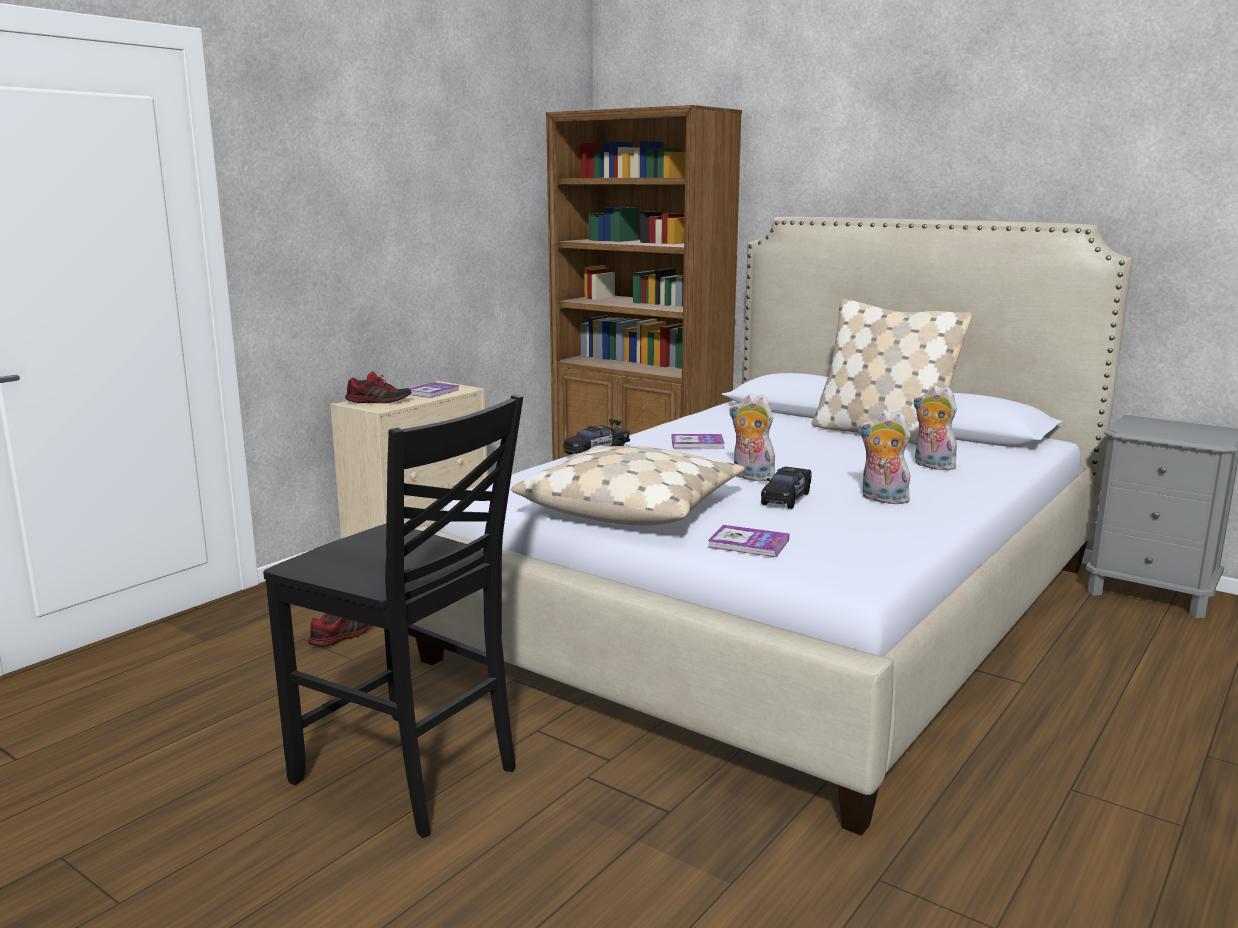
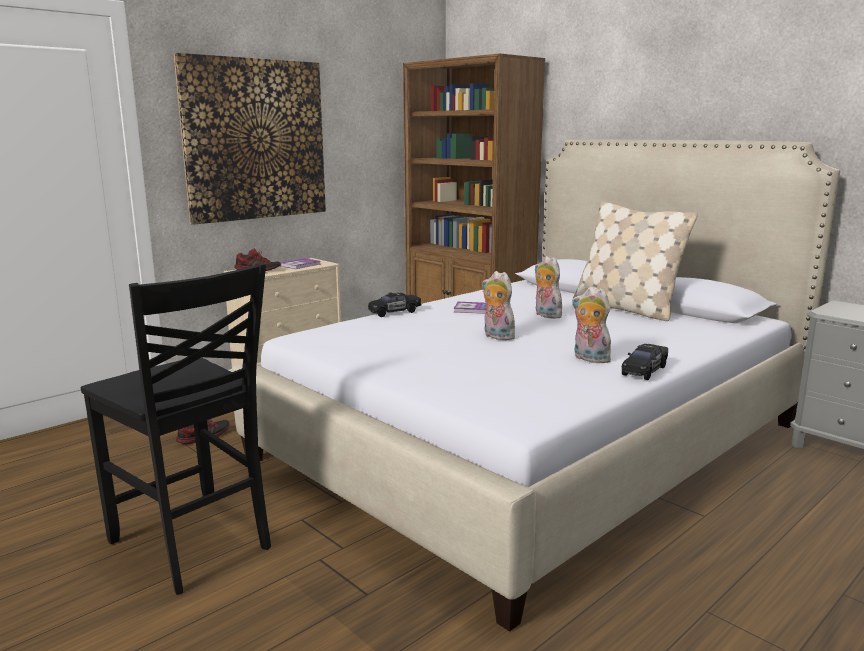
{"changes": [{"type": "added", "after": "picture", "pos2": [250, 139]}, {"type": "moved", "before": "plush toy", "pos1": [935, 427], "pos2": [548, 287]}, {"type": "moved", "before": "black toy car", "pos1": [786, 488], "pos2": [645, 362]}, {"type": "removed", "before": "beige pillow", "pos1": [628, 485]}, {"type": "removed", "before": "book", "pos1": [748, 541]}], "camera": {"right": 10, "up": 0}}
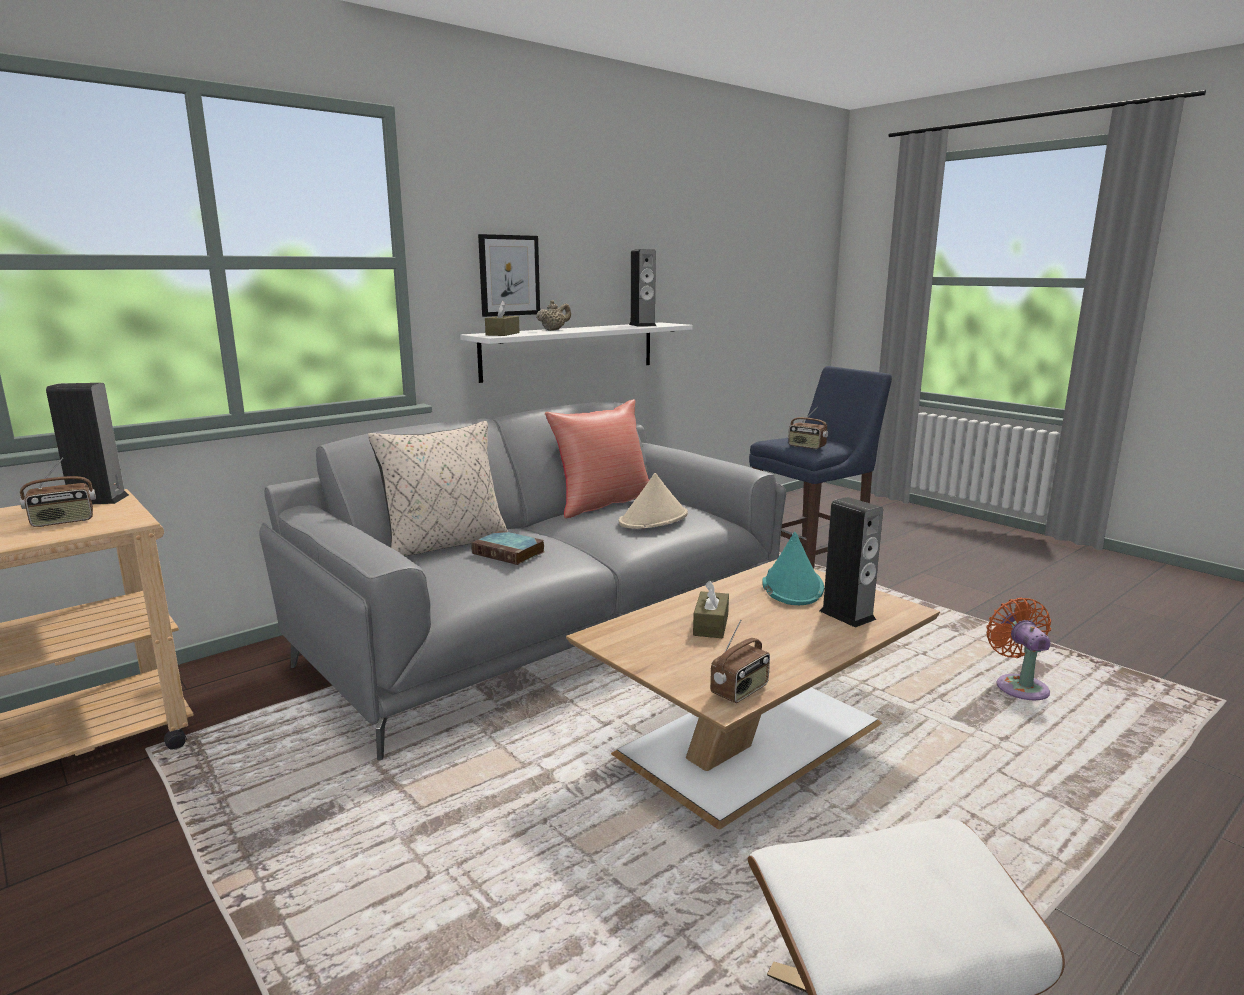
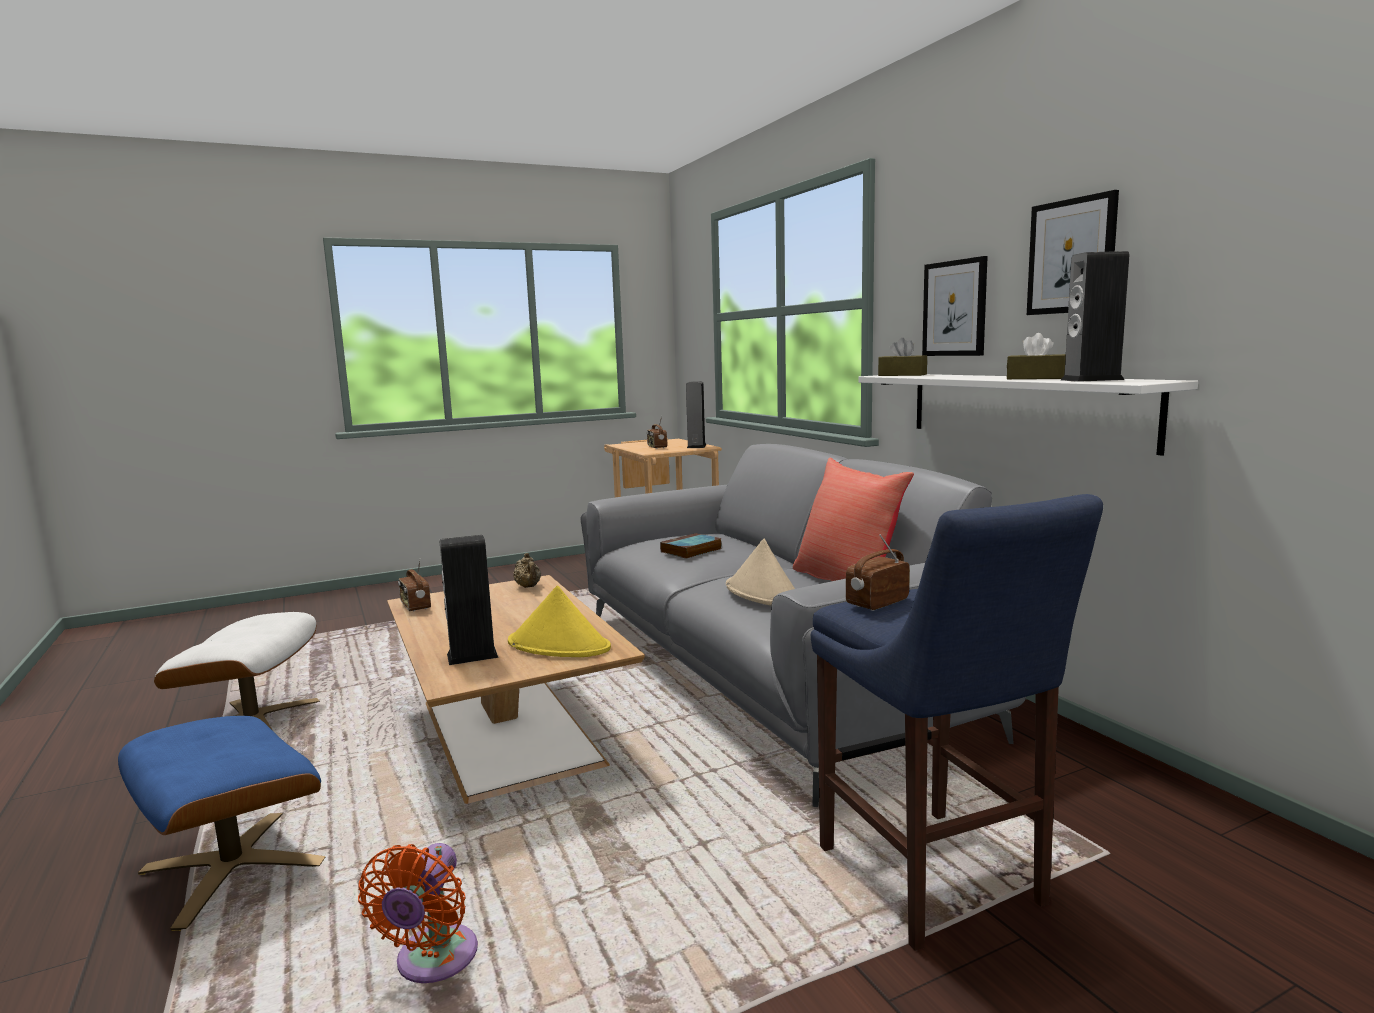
{"changes": [{"type": "added", "after": "blue ottoman", "pos2": [222, 823]}, {"type": "turned", "before": "orange fan", "pos1": [1018, 648], "pos2": [418, 913], "turn": 90}, {"type": "recoloured", "before": "turquoise hat", "after": "yellow hat", "pos1": [793, 568], "pos2": [559, 621]}, {"type": "moved", "before": "beige teapot", "pos1": [553, 315], "pos2": [527, 570]}, {"type": "moved", "before": "brown tissue box", "pos1": [711, 610], "pos2": [1036, 356]}, {"type": "added", "after": "picture", "pos2": [1073, 252]}, {"type": "removed", "before": "beige pillow", "pos1": [438, 488]}], "camera": {"right": 105, "up": -5}}
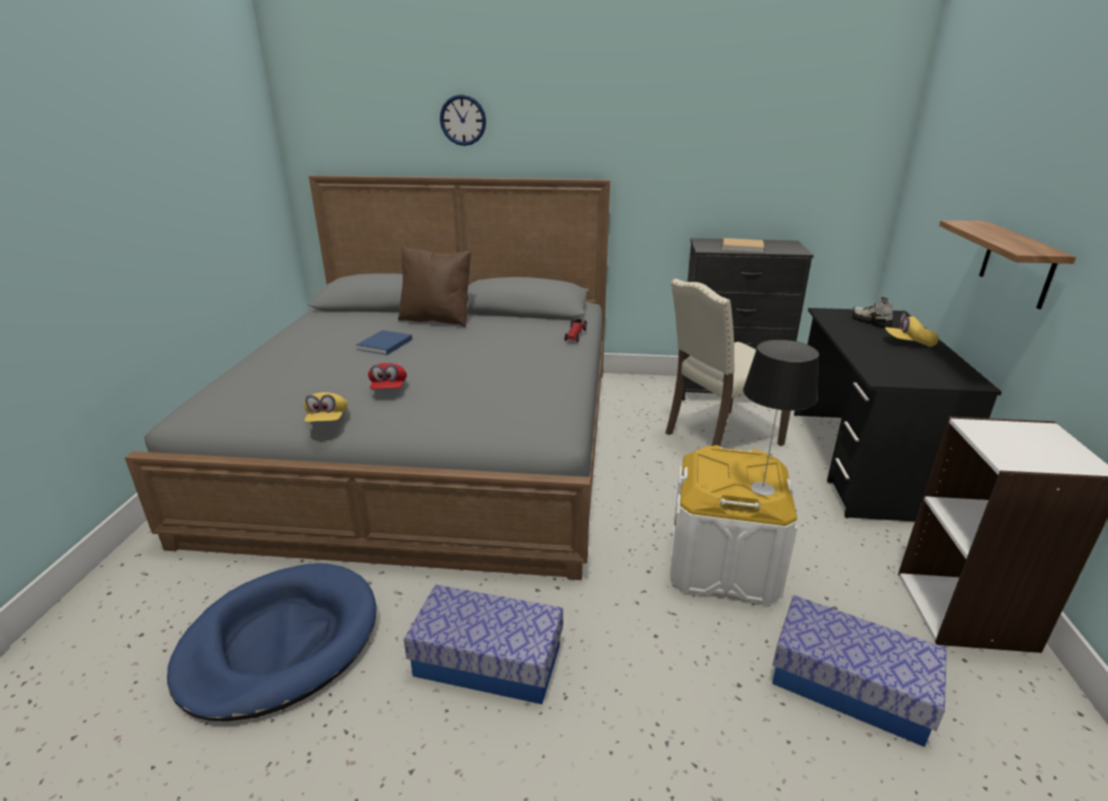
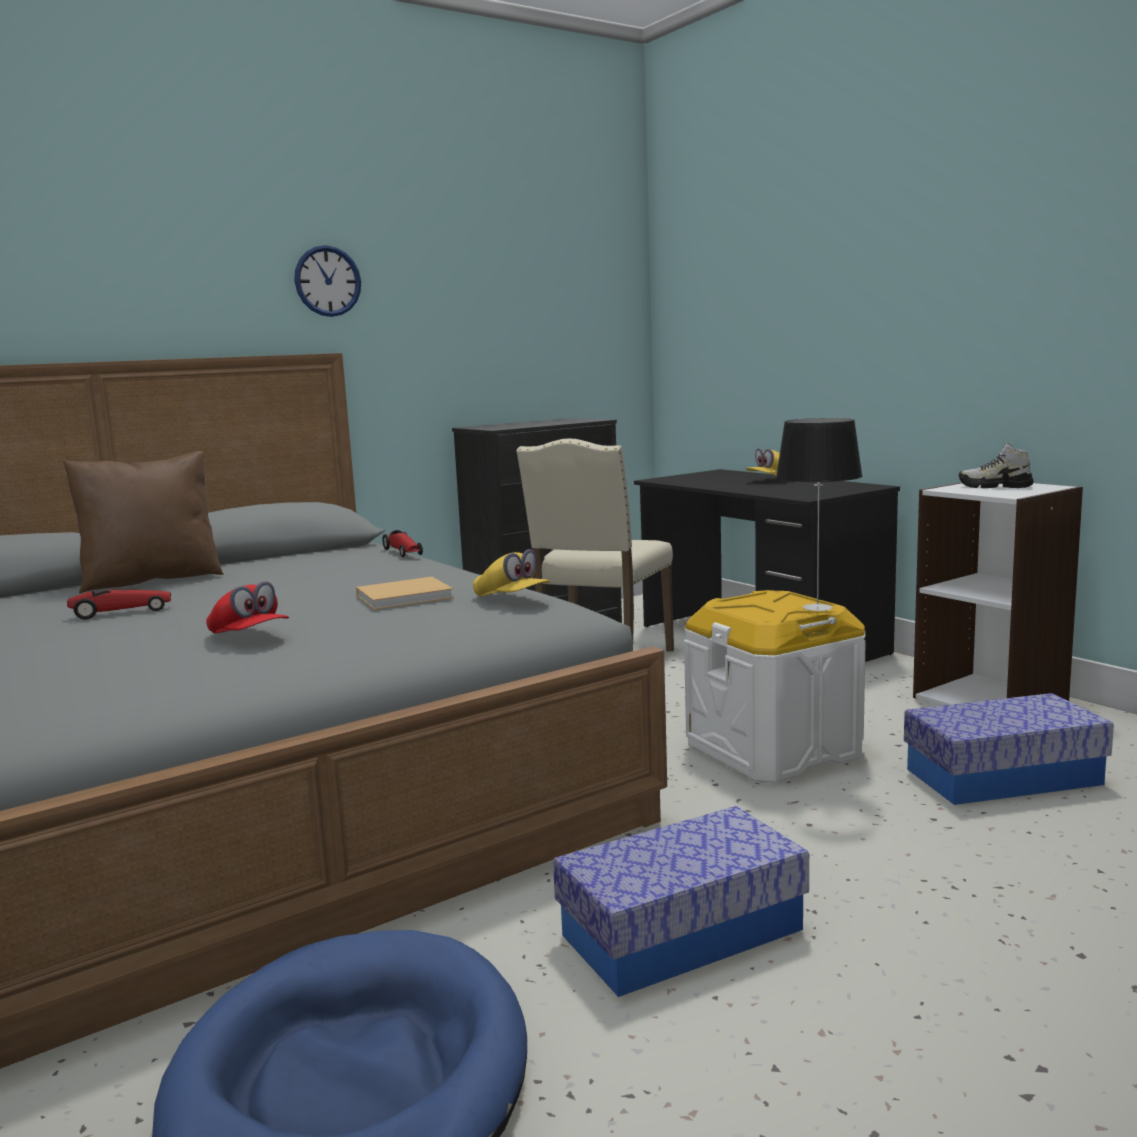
{"changes": [{"type": "replaced", "before": "blue book", "after": "toy car", "pos1": [384, 342], "pos2": [119, 605]}, {"type": "moved", "before": "wall clock", "pos1": [463, 120], "pos2": [327, 281]}, {"type": "moved", "before": "beige book", "pos1": [743, 245], "pos2": [405, 593]}, {"type": "moved", "before": "yellow cap", "pos1": [326, 407], "pos2": [512, 573]}, {"type": "moved", "before": "shoe", "pos1": [872, 312], "pos2": [996, 465]}, {"type": "removed", "before": "shelf", "pos1": [1007, 264]}], "camera": {"right": -40, "up": -15}}
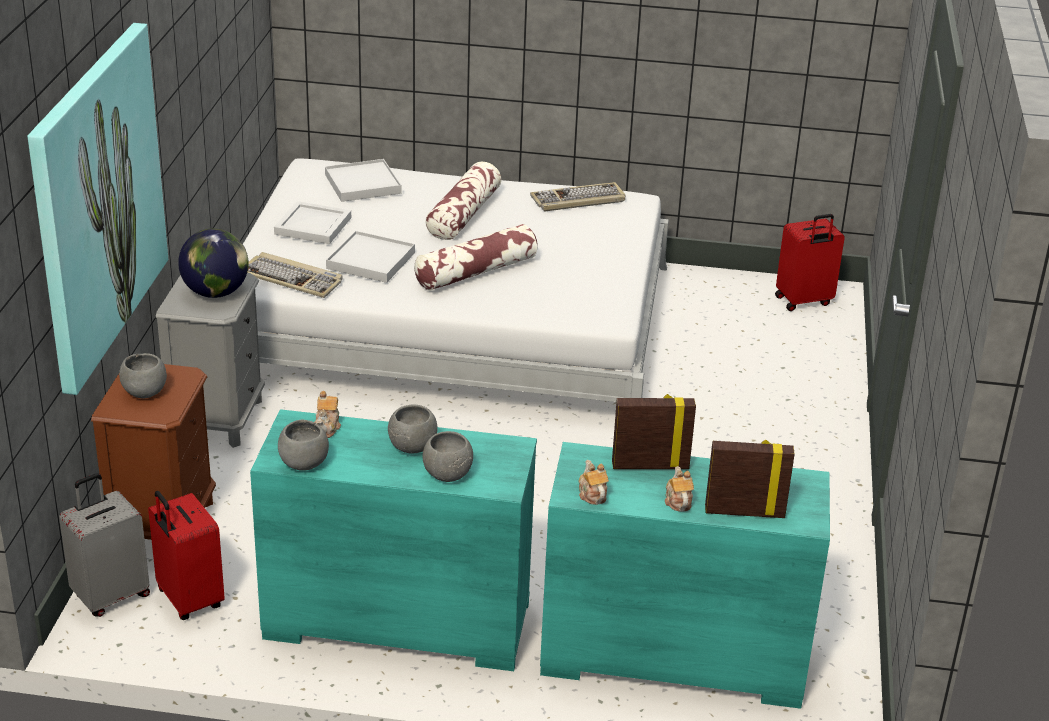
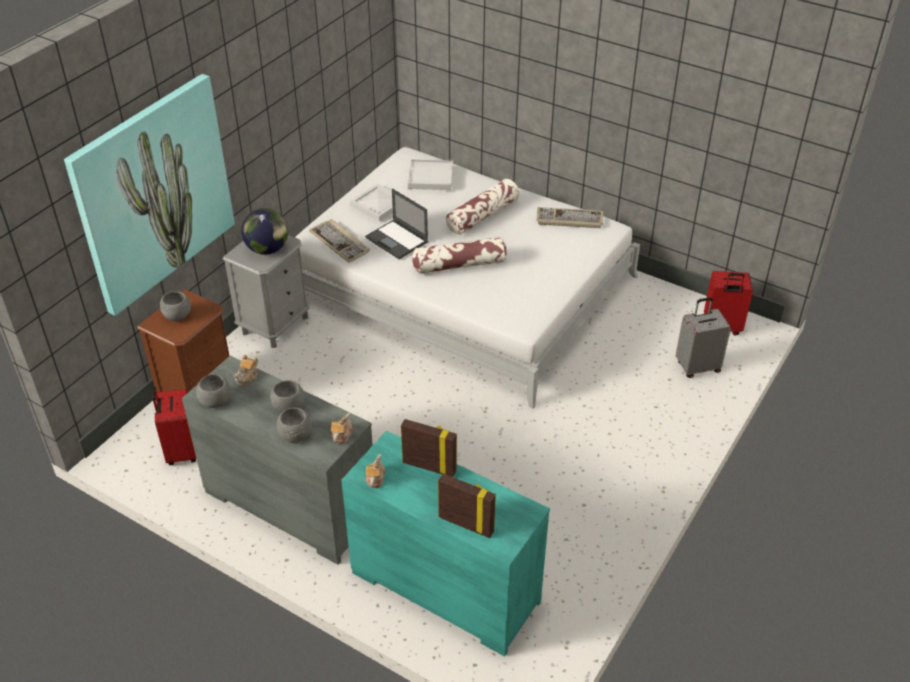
{"changes": [{"type": "recoloured", "before": "turquoise dresser", "after": "grey dresser", "pos1": [393, 540], "pos2": [277, 460]}, {"type": "moved", "before": "teapot", "pos1": [679, 489], "pos2": [342, 428]}, {"type": "replaced", "before": "white tray", "after": "laptop", "pos1": [370, 257], "pos2": [396, 224]}, {"type": "moved", "before": "grey suitcase", "pos1": [104, 545], "pos2": [703, 337]}], "camera": {"right": 25, "up": 10}}
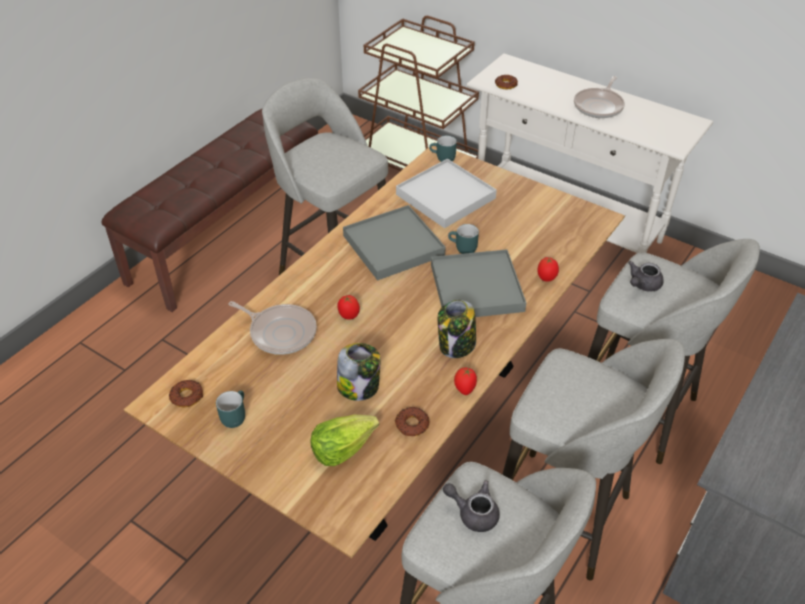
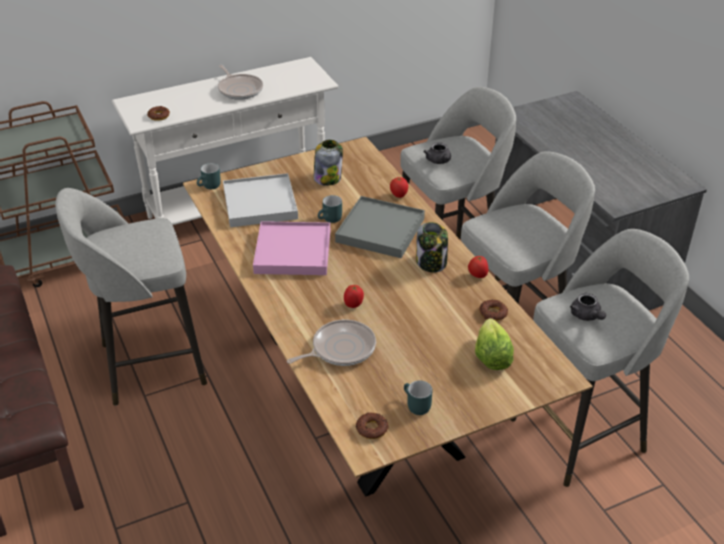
{"changes": [{"type": "recoloured", "before": "grey tray", "after": "pink tray", "pos1": [394, 243], "pos2": [291, 248]}, {"type": "moved", "before": "jar", "pos1": [358, 372], "pos2": [328, 163]}, {"type": "turned", "before": "grey teapot", "pos1": [471, 506], "pos2": [588, 307], "turn": -75}], "camera": {"right": -60, "up": -5}}
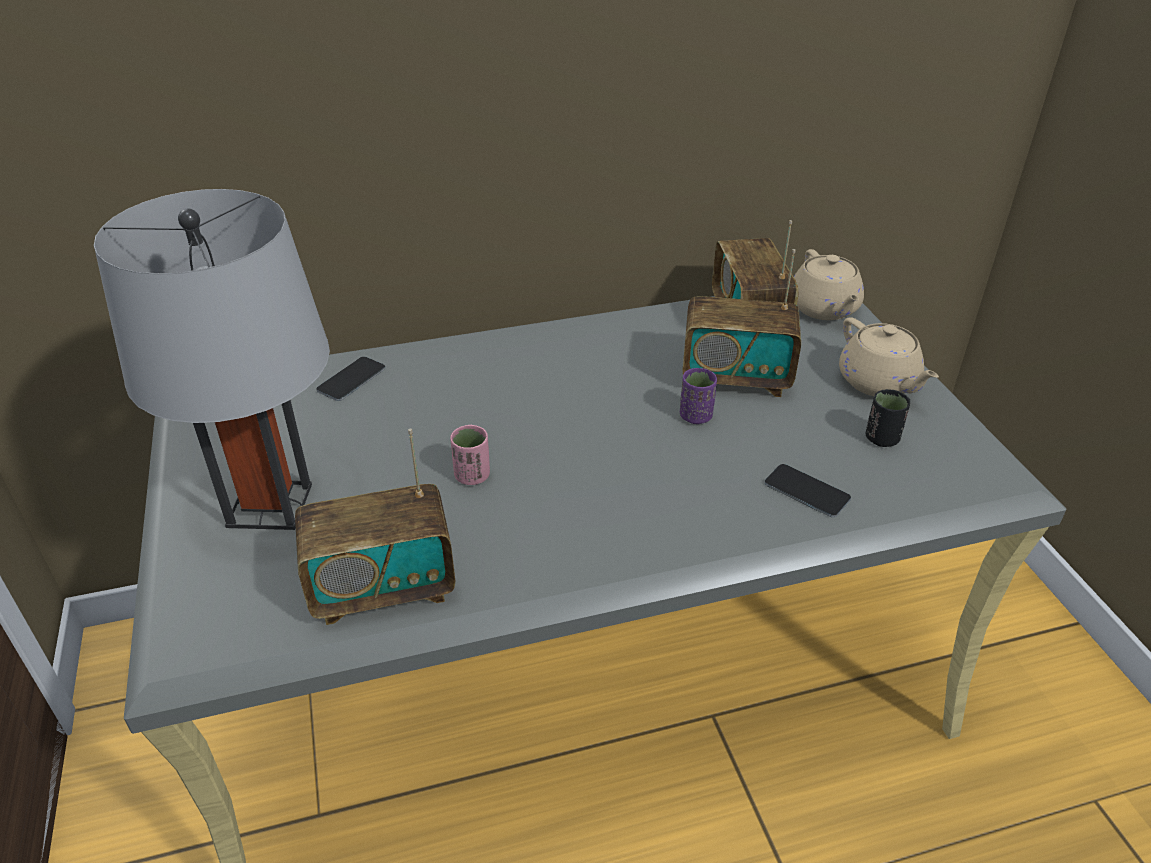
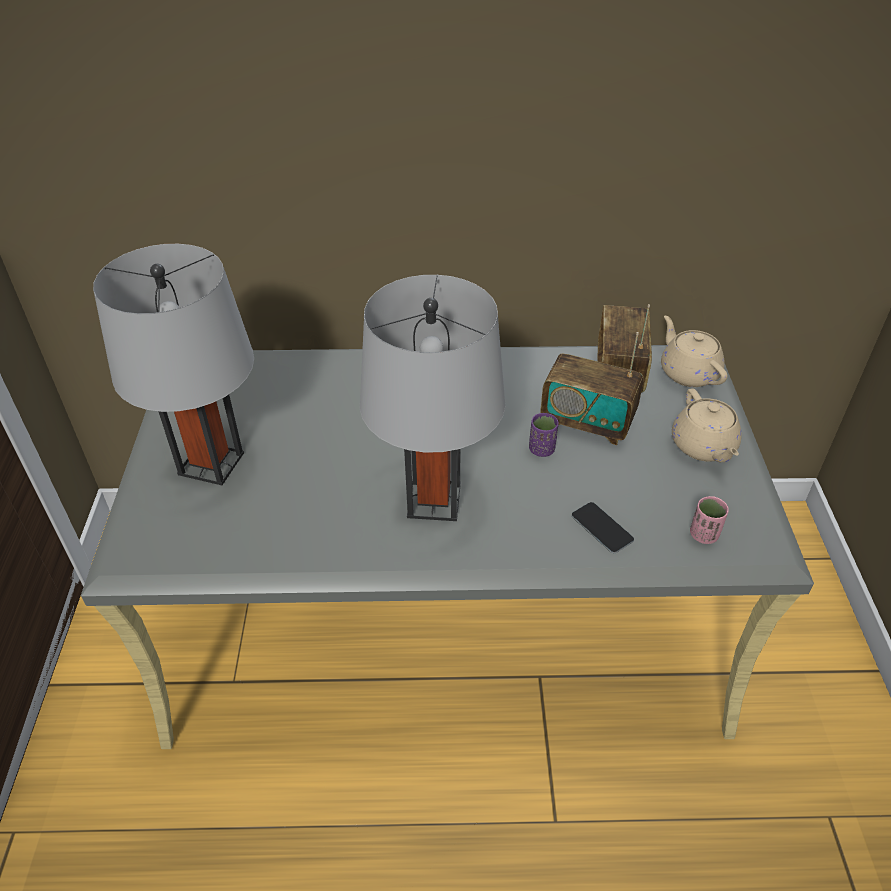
{"changes": [{"type": "added", "after": "grey table lamp", "pos2": [433, 398]}, {"type": "turned", "before": "beige teapot", "pos1": [829, 284], "pos2": [694, 351], "turn": 150}, {"type": "moved", "before": "pink cup", "pos1": [470, 454], "pos2": [709, 520]}, {"type": "removed", "before": "radio", "pos1": [375, 527]}, {"type": "removed", "before": "phone", "pos1": [350, 379]}, {"type": "removed", "before": "black cup", "pos1": [888, 418]}], "camera": {"right": 15, "up": 5}}
